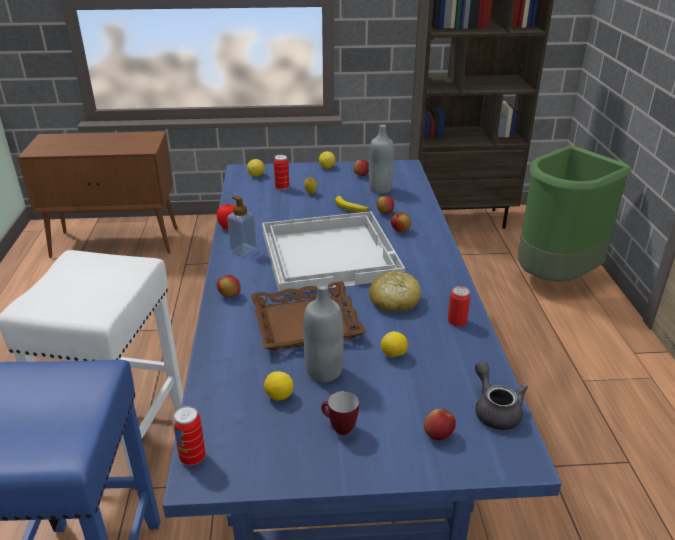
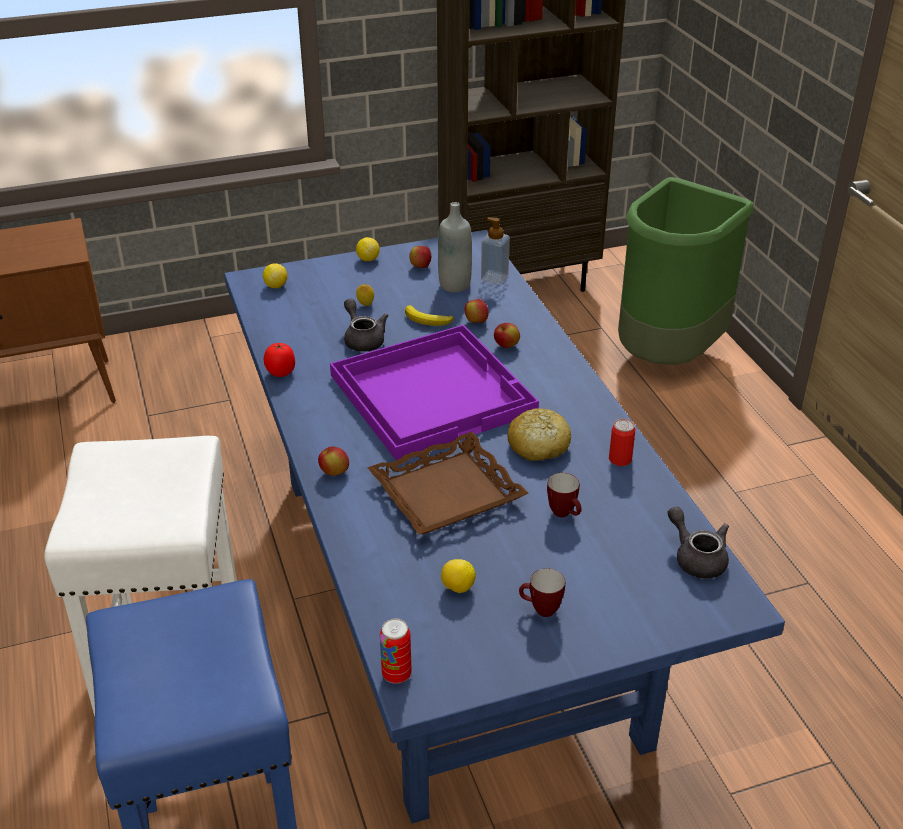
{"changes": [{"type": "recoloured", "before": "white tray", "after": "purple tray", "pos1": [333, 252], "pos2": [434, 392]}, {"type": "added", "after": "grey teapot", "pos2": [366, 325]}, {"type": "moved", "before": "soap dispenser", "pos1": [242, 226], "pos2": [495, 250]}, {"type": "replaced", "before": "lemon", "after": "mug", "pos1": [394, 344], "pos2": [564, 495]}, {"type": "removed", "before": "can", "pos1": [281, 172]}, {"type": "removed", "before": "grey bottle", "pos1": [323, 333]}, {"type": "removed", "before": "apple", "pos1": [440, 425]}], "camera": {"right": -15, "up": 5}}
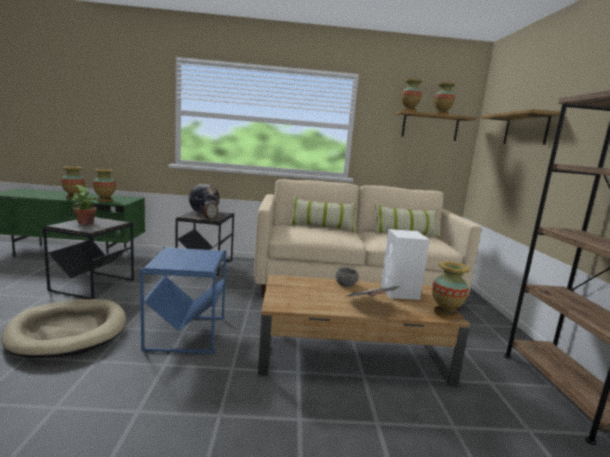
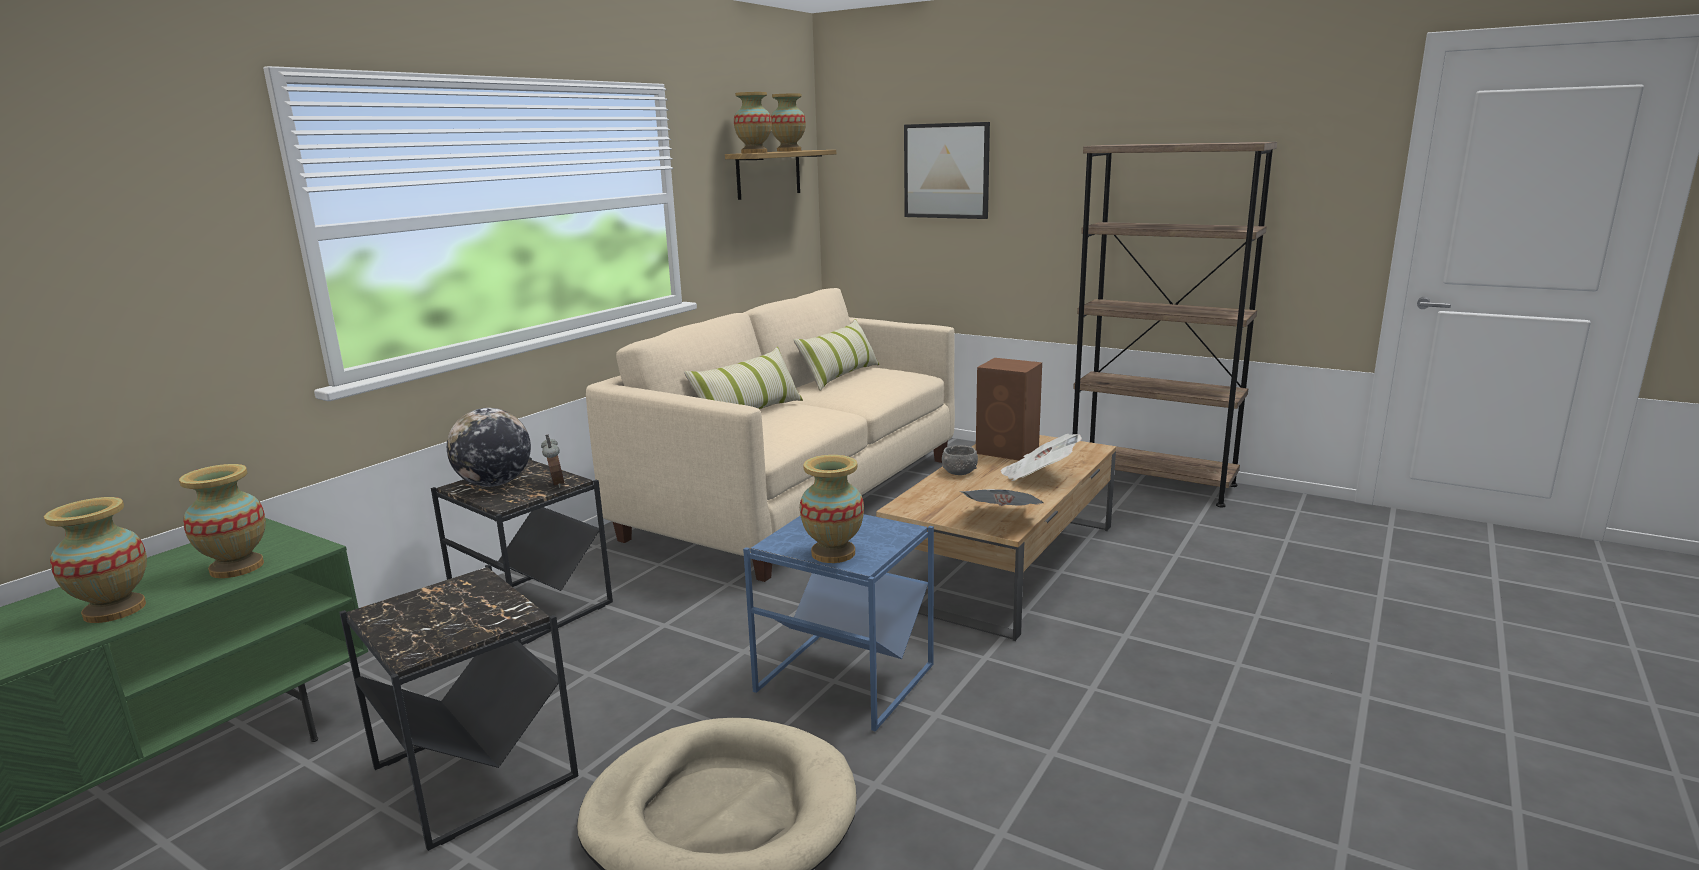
{"changes": [{"type": "moved", "before": "vase", "pos1": [450, 290], "pos2": [832, 509]}, {"type": "replaced", "before": "shelf", "after": "picture", "pos1": [520, 127], "pos2": [947, 170]}, {"type": "added", "after": "newspaper", "pos2": [1001, 497]}, {"type": "recoloured", "before": "white speaker", "after": "brown speaker", "pos1": [405, 264], "pos2": [1009, 409]}, {"type": "removed", "before": "potted plant", "pos1": [87, 205]}], "camera": {"right": -55, "up": 5}}
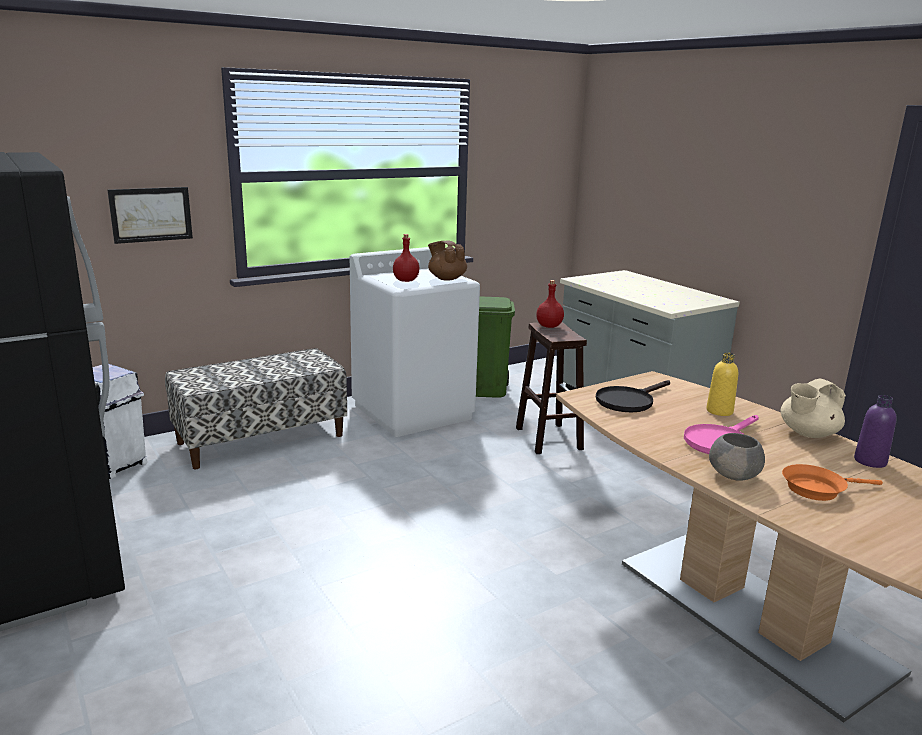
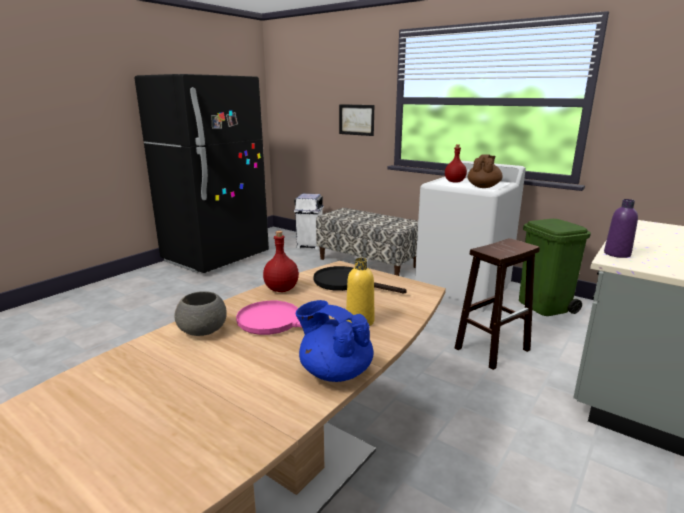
{"changes": [{"type": "moved", "before": "red bottle", "pos1": [550, 304], "pos2": [281, 261]}, {"type": "recoloured", "before": "beige teapot", "after": "blue teapot", "pos1": [813, 408], "pos2": [334, 341]}, {"type": "moved", "before": "purple bottle", "pos1": [875, 431], "pos2": [621, 228]}, {"type": "removed", "before": "orange frying pan", "pos1": [832, 482]}], "camera": {"right": 70, "up": 0}}
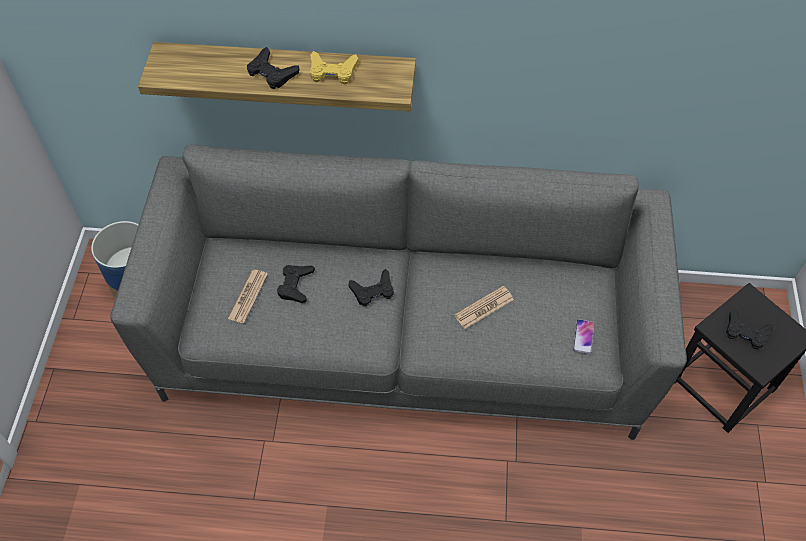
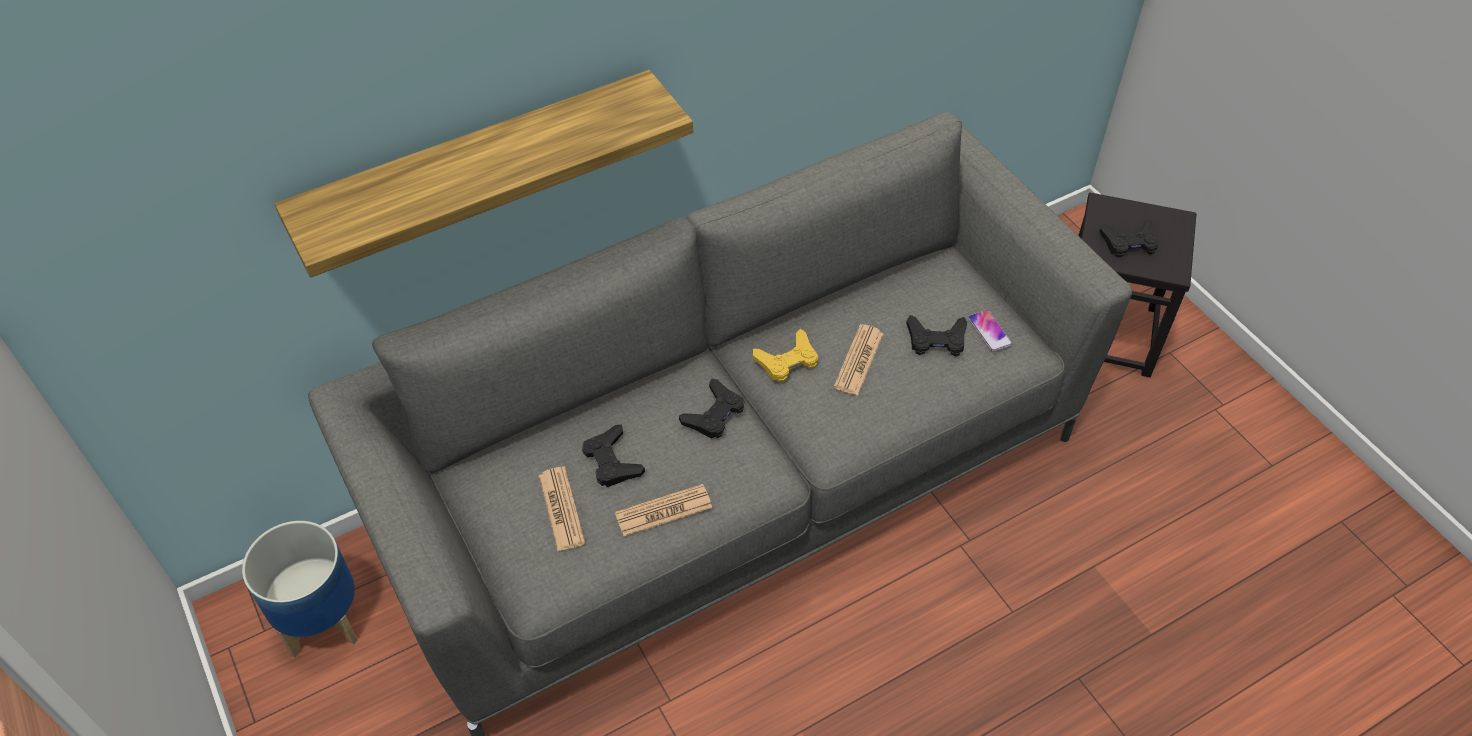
{"changes": [{"type": "added", "after": "newspaper", "pos2": [663, 510]}, {"type": "moved", "before": "yellow game controller", "pos1": [334, 67], "pos2": [785, 355]}, {"type": "moved", "before": "black game controller", "pos1": [273, 68], "pos2": [937, 335]}], "camera": {"right": -35, "up": -5}}
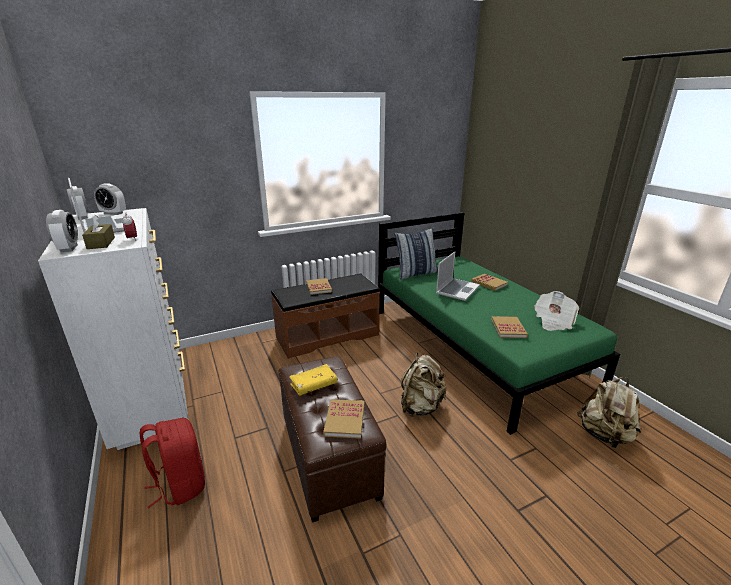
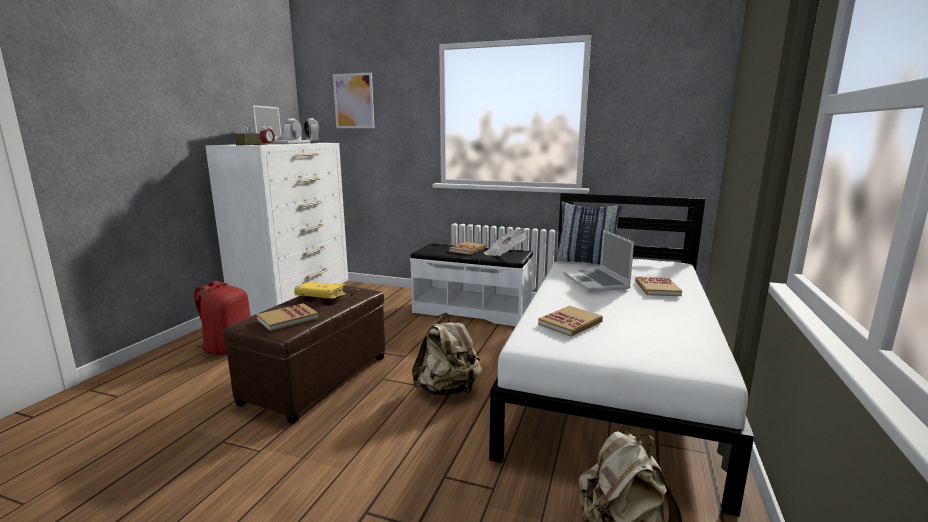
{"changes": [{"type": "added", "after": "picture", "pos2": [353, 100]}, {"type": "recoloured", "before": "brown bench", "after": "white bench", "pos1": [325, 316], "pos2": [471, 284]}, {"type": "moved", "before": "newspaper", "pos1": [556, 311], "pos2": [505, 242]}, {"type": "recoloured", "before": "green bed", "after": "white bed", "pos1": [499, 323], "pos2": [621, 355]}, {"type": "turned", "before": "laptop", "pos1": [458, 276], "pos2": [598, 261], "turn": 90}, {"type": "removed", "before": "alarm clock", "pos1": [62, 231]}], "camera": {"right": 45, "up": -10}}
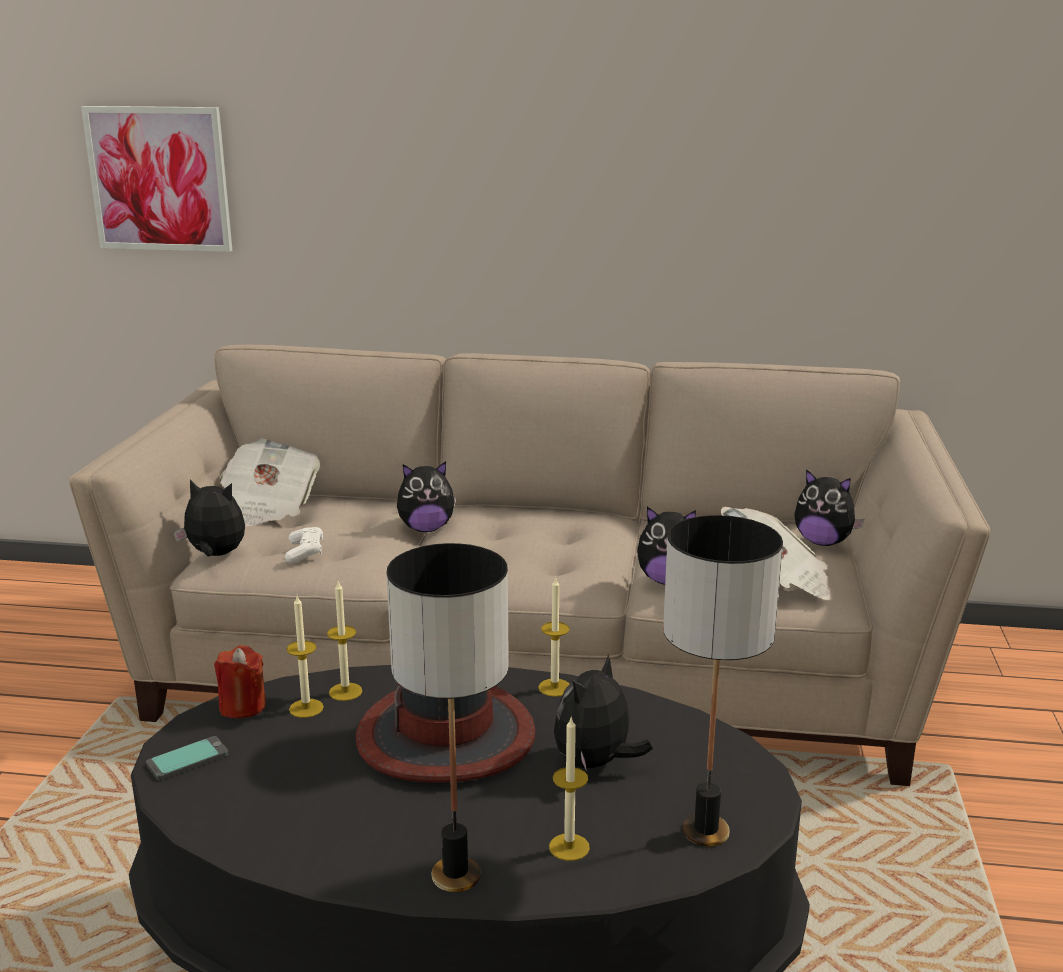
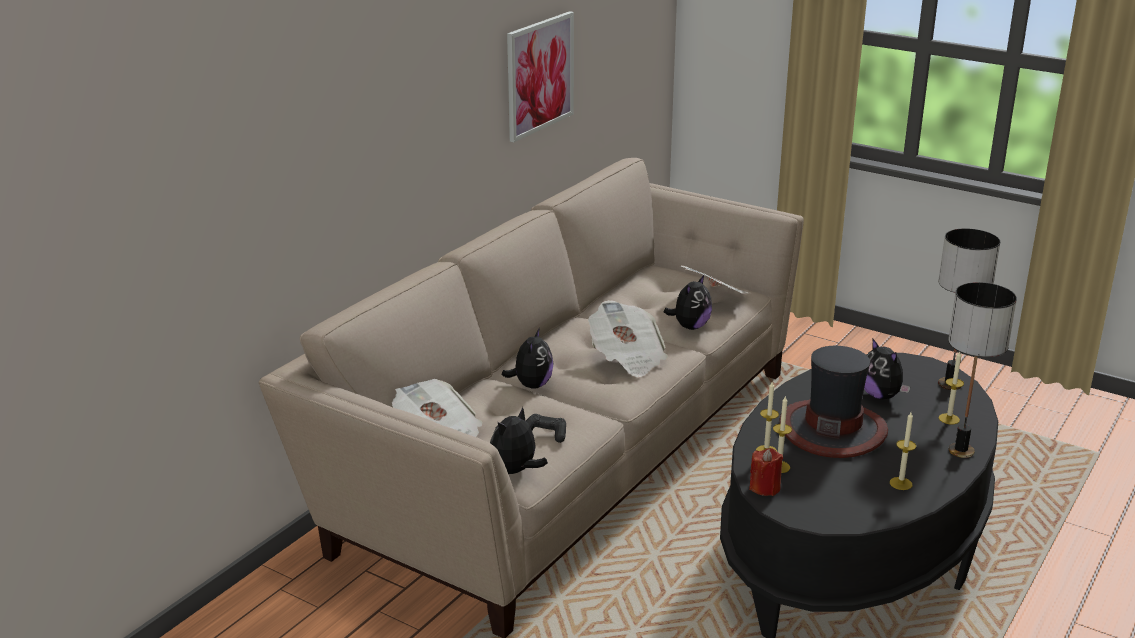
{"changes": [{"type": "moved", "before": "picture", "pos1": [156, 179], "pos2": [540, 76]}, {"type": "recoloured", "before": "white game controller", "after": "black game controller", "pos1": [304, 545], "pos2": [546, 428]}, {"type": "added", "after": "newspaper", "pos2": [628, 339]}, {"type": "moved", "before": "candle", "pos1": [554, 637], "pos2": [903, 451]}, {"type": "removed", "before": "phone", "pos1": [187, 758]}, {"type": "removed", "before": "plush toy", "pos1": [829, 507]}], "camera": {"right": -65, "up": 5}}
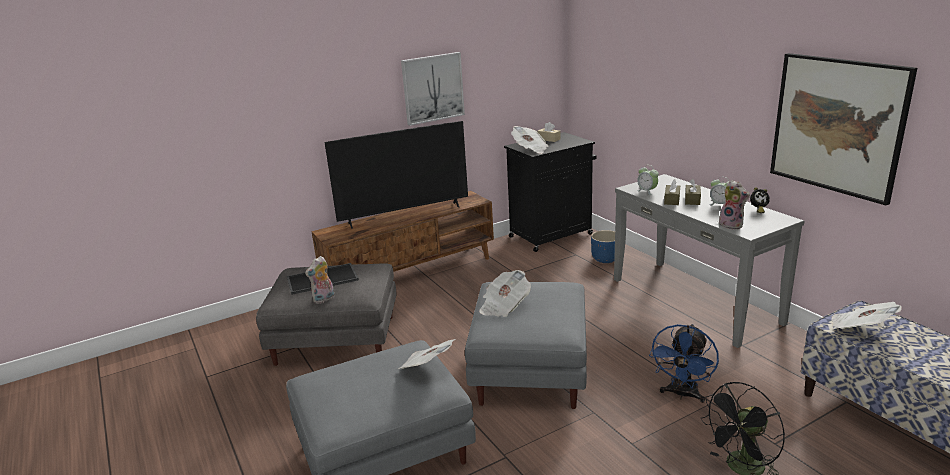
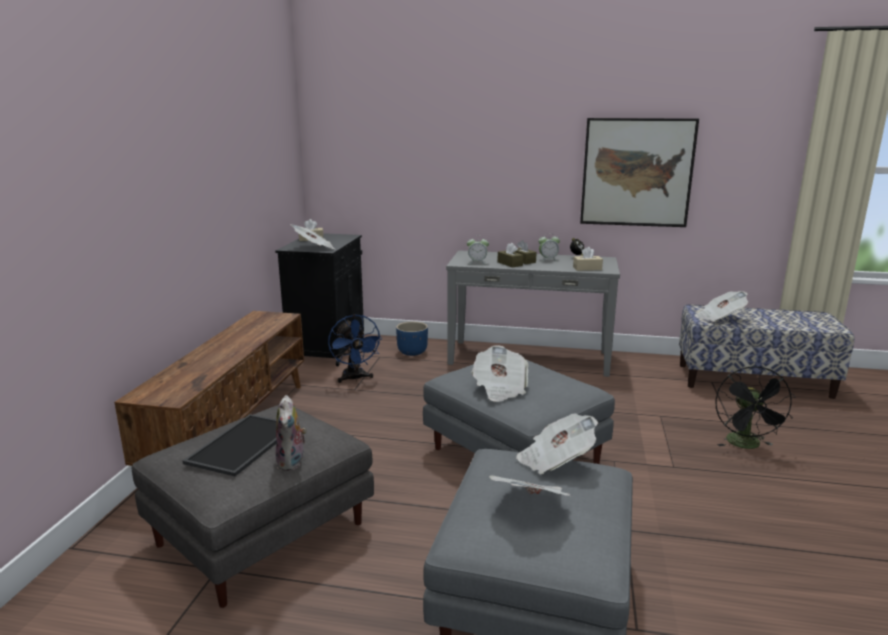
{"changes": [{"type": "moved", "before": "blue fan", "pos1": [684, 363], "pos2": [355, 348]}, {"type": "added", "after": "newspaper", "pos2": [530, 486]}, {"type": "replaced", "before": "plush toy", "after": "beige tissue box", "pos1": [734, 205], "pos2": [588, 259]}, {"type": "removed", "before": "television", "pos1": [396, 175]}, {"type": "removed", "before": "picture", "pos1": [433, 89]}], "camera": {"right": -50, "up": -5}}
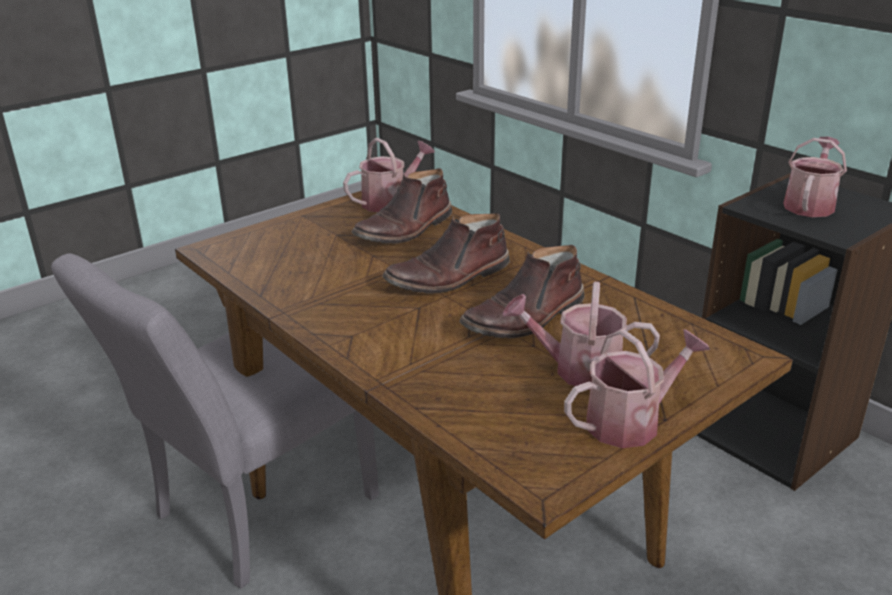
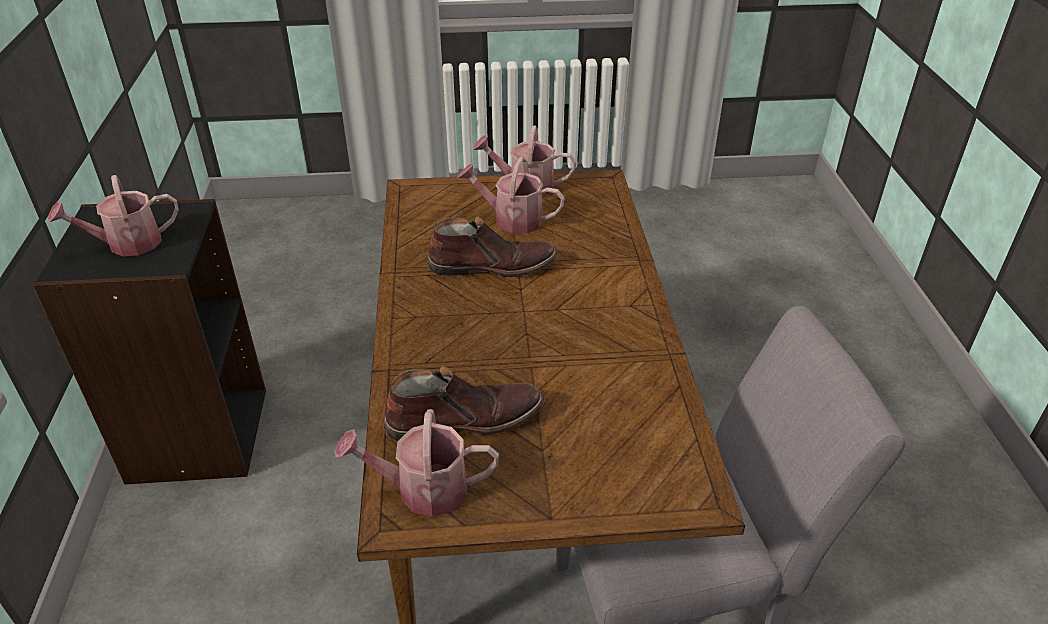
{"changes": [{"type": "turned", "before": "watering can", "pos1": [581, 336], "pos2": [511, 195], "turn": 150}, {"type": "removed", "before": "brown boot", "pos1": [446, 253]}], "camera": {"right": -145, "up": 10}}
